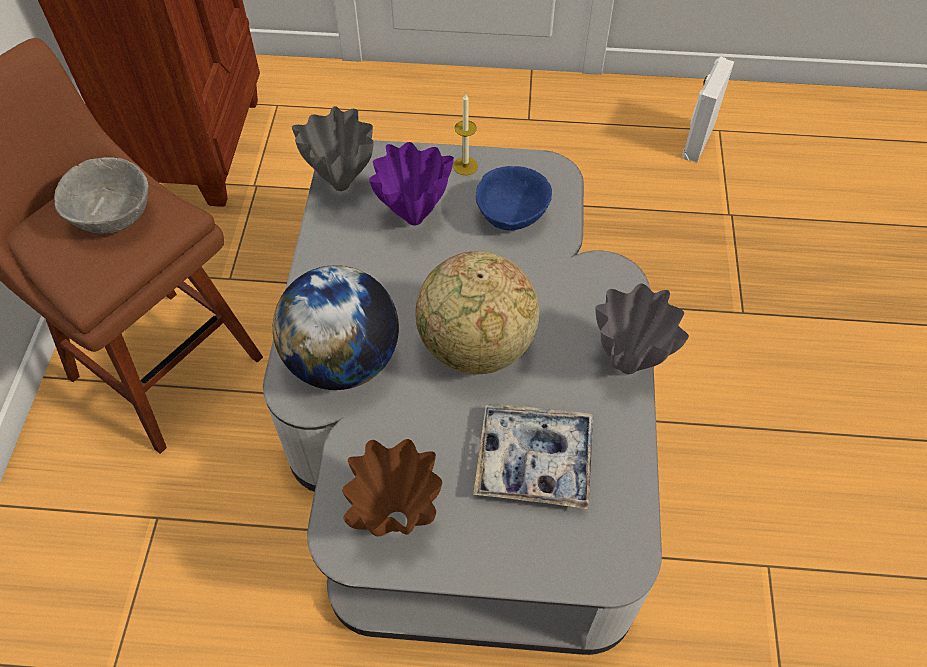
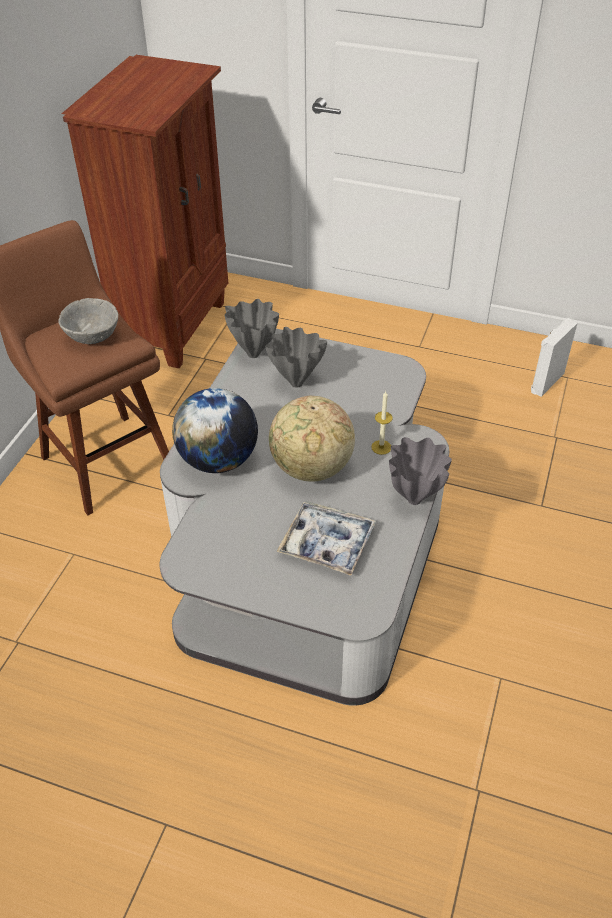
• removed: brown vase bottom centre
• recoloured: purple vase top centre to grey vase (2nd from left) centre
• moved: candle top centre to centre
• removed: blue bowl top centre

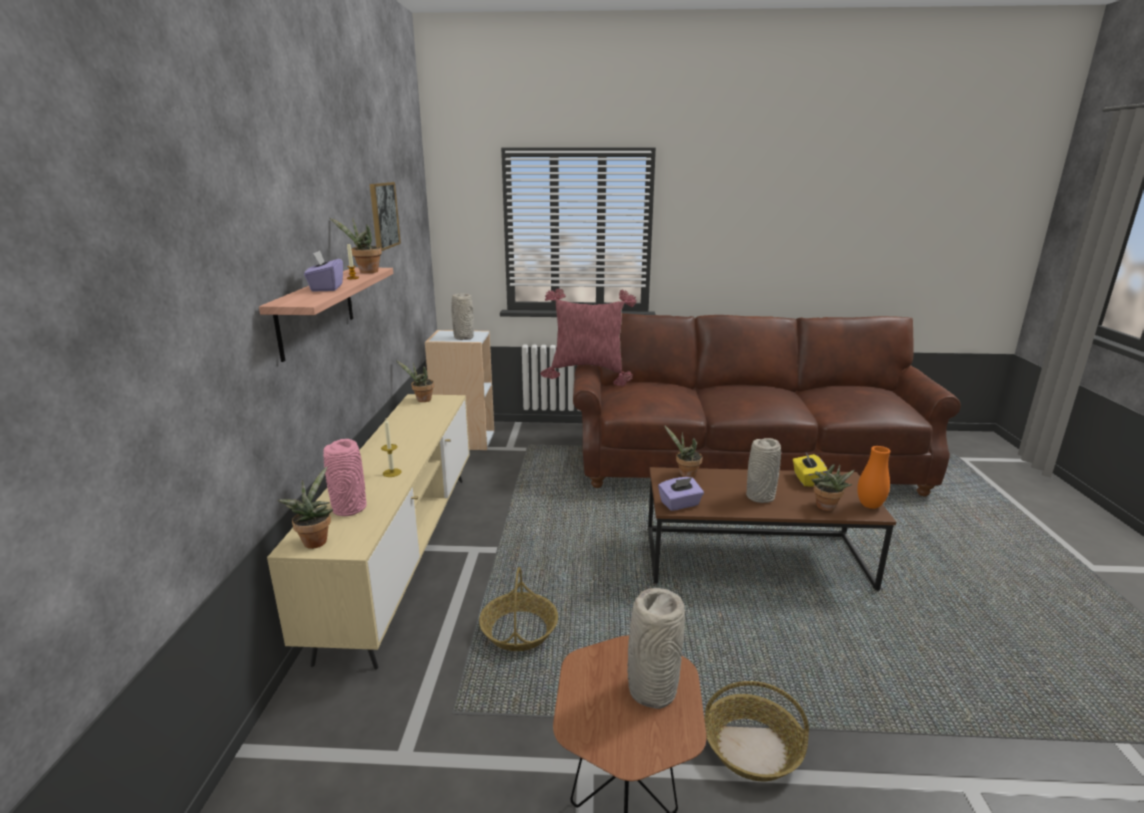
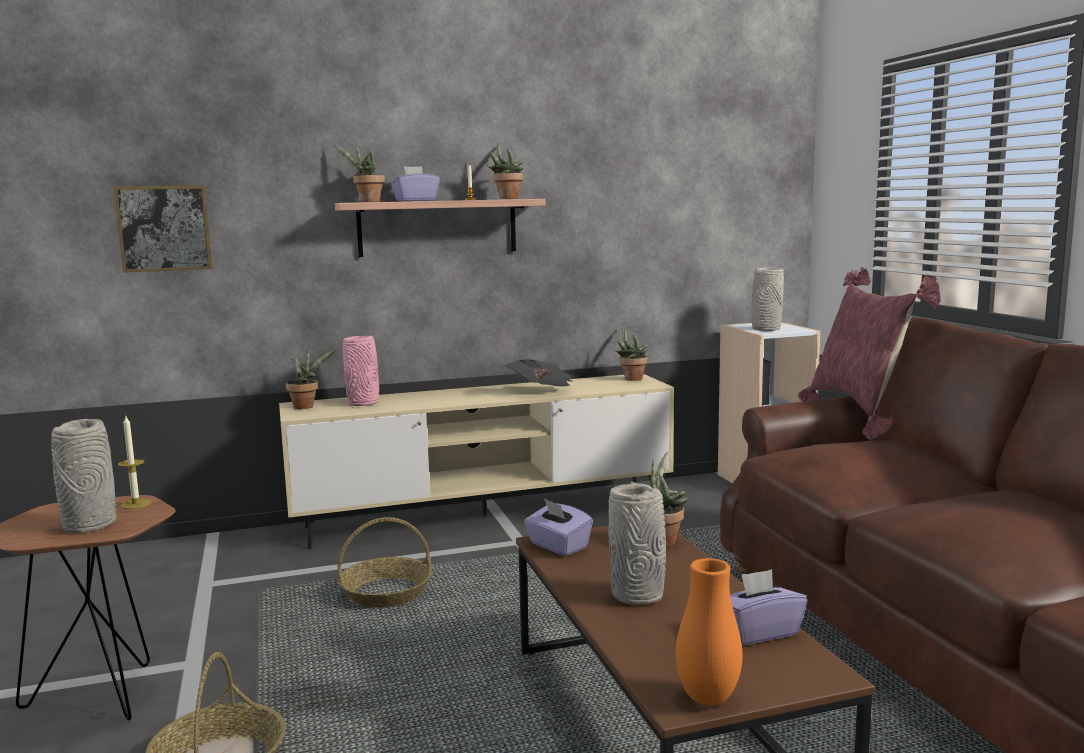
• moved: picture top centre to top left
• moved: candle (2nd from left in the first image) centre to candle (1st from left) middle left
• recoloured: yellow tissue box middle right to purple tissue box (3rd from left) bottom right
• moved: potted plant (5th from left in the first image) middle right to potted plant (2nd from left) top left
• added: newspaper centre

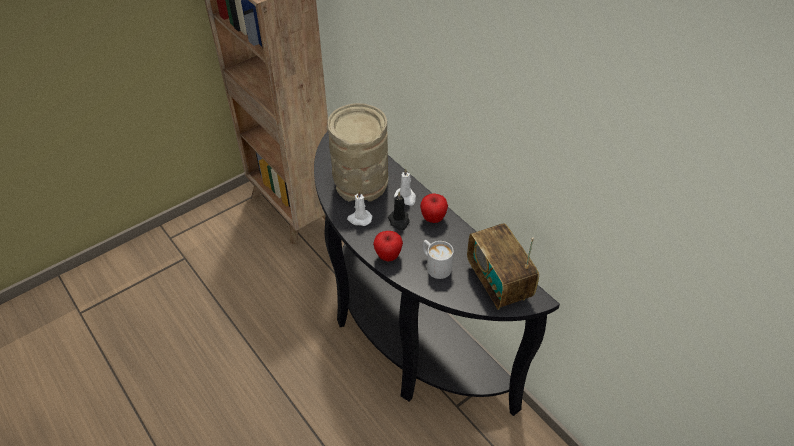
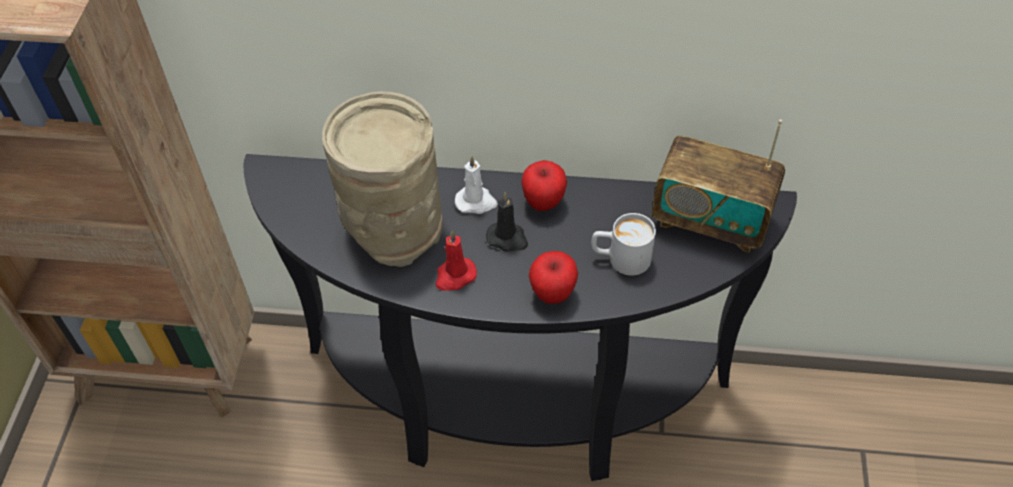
• recoloured: white candle (1st from left) centre to red candle centre

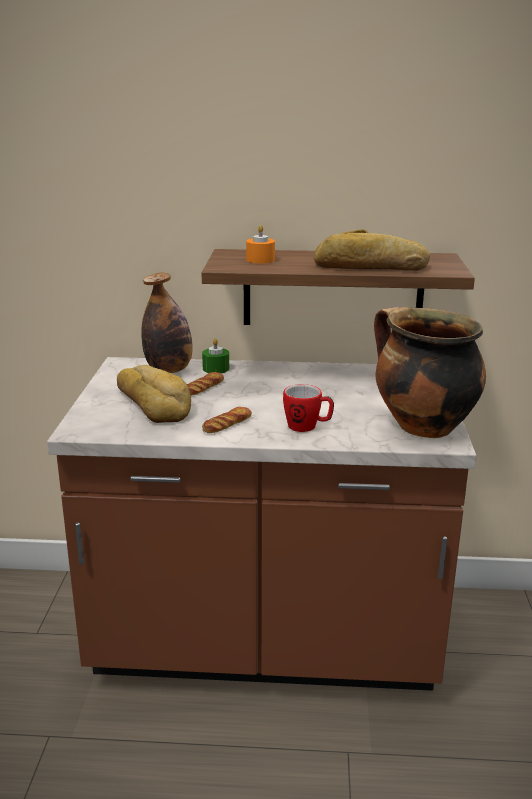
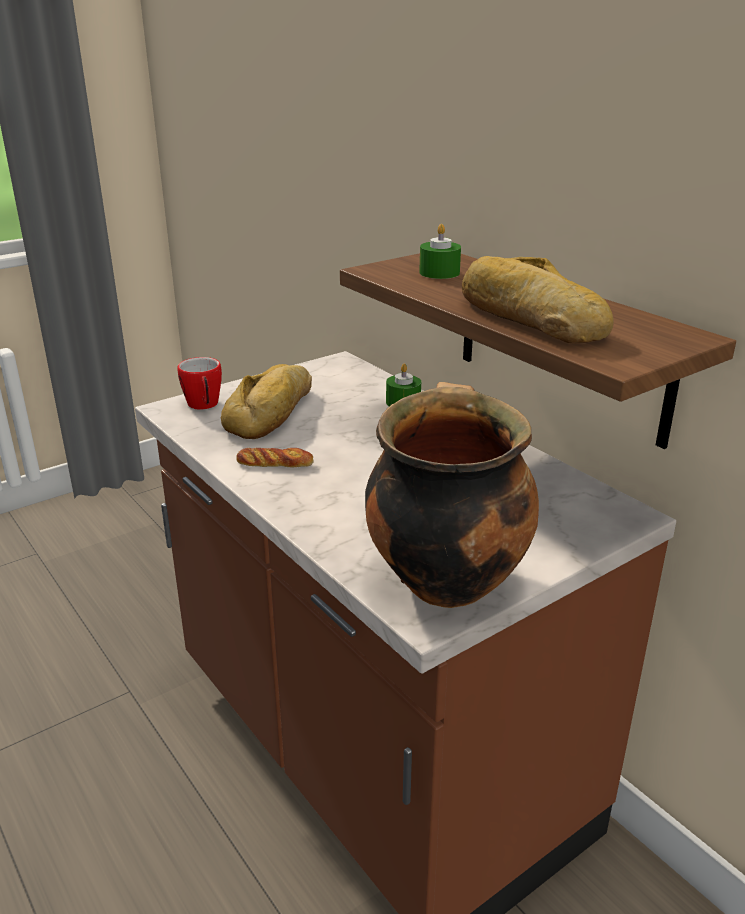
• removed: bottle middle left
• removed: bread (2nd from left) centre
• recoloured: orange candle top centre to green candle (2nd from left) top centre
• moved: mug centre to middle left

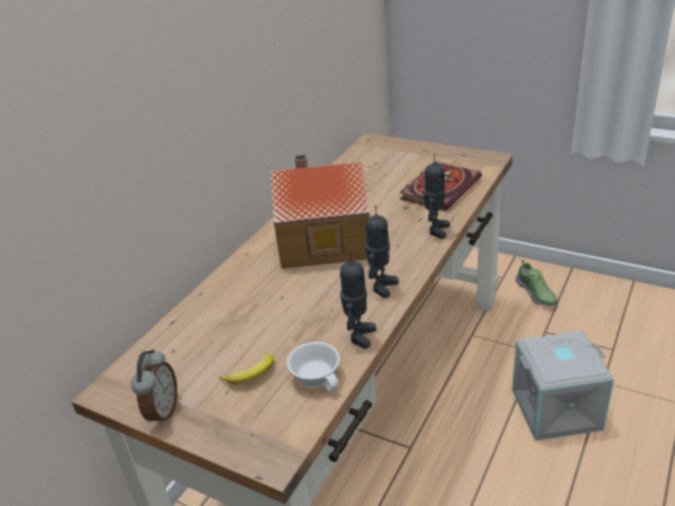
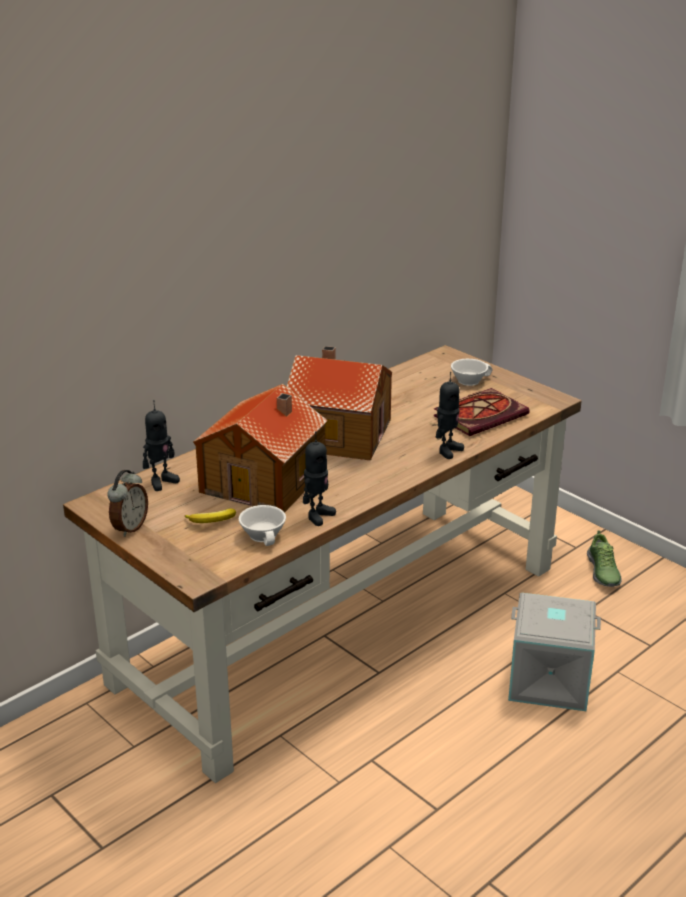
• moved: toy robot (2nd from left in the first image) centre to toy robot (1st from left) middle left
• added: toy house (1st from left) centre
• added: white cup (2nd from left) middle right

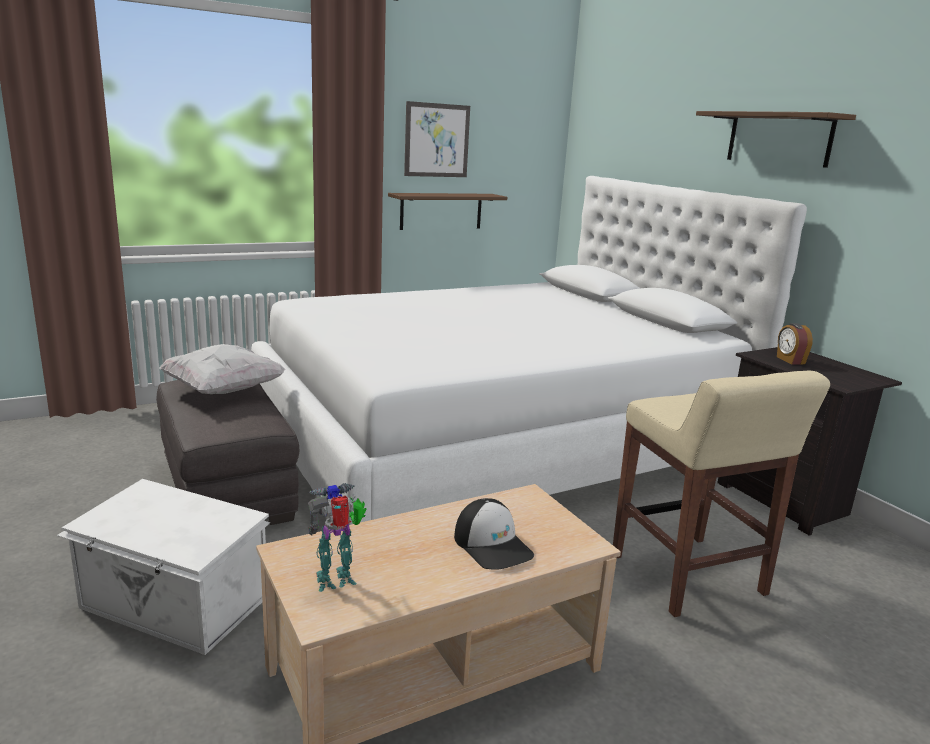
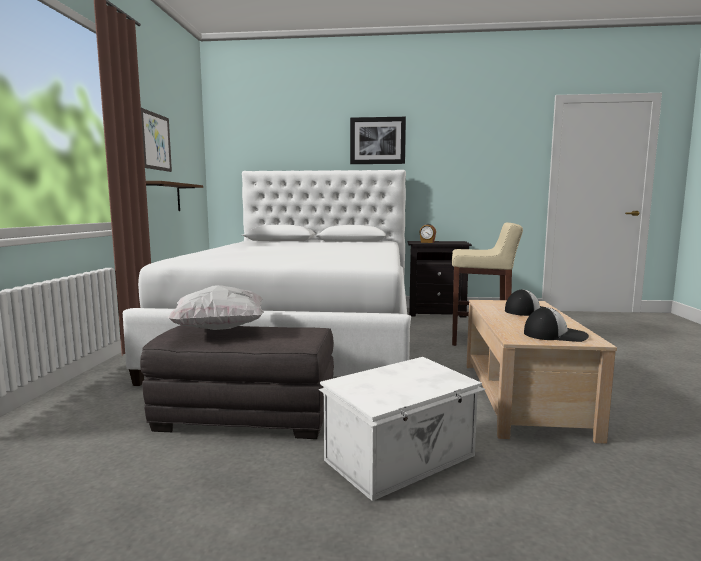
• replaced: toy robot bottom centre to cap (2nd from left) middle right
• replaced: brown shelf (2nd from left) top right to picture (2nd from left) top centre

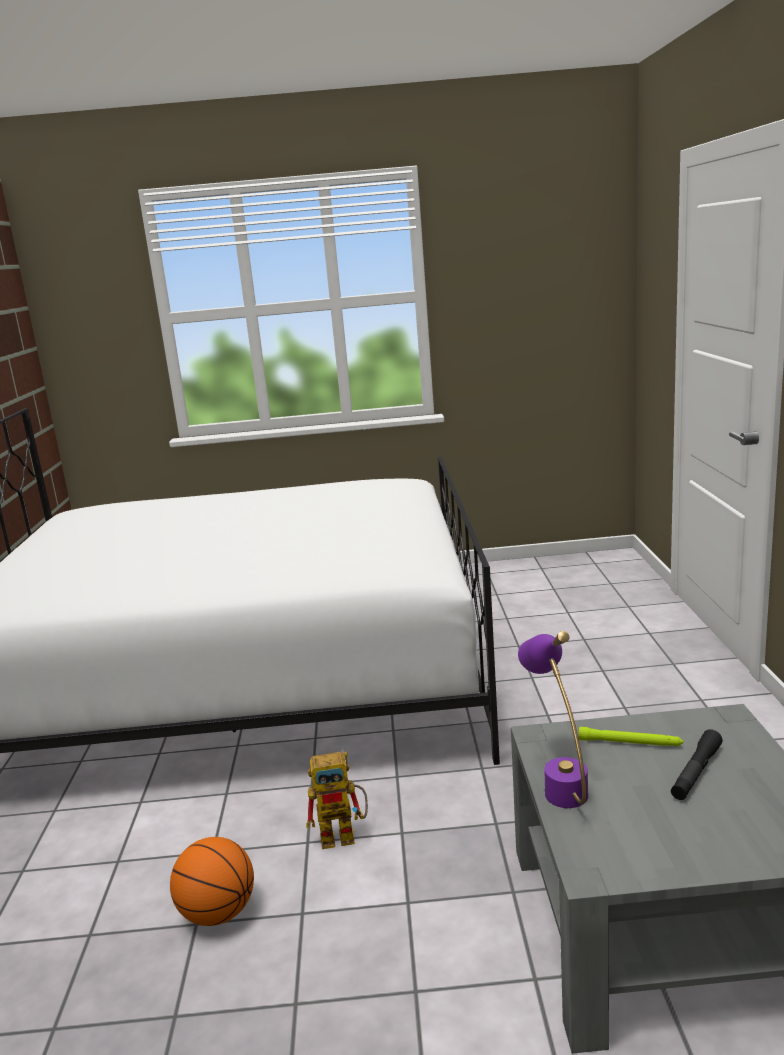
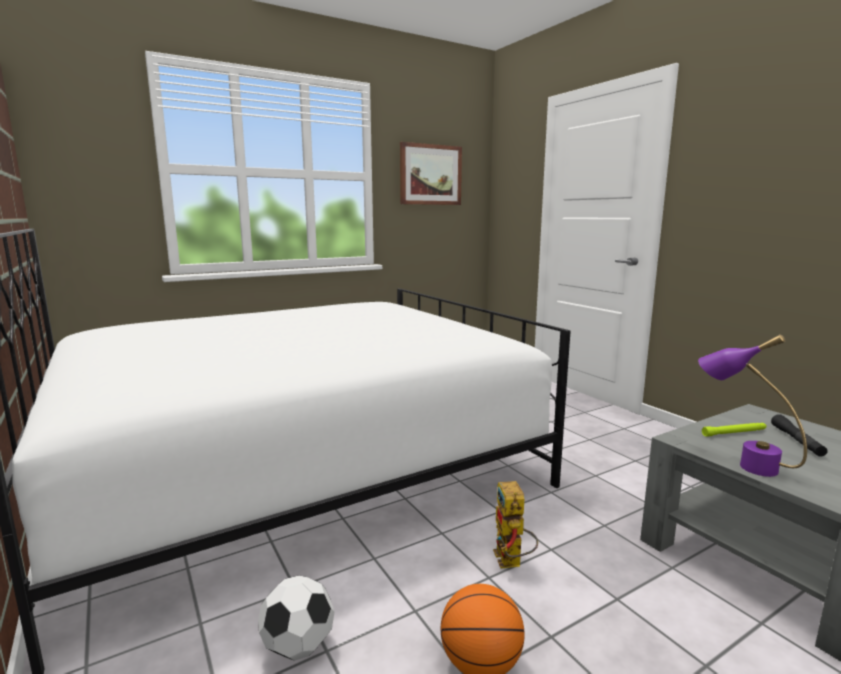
• turned: toy robot bottom centre = bottom centre 120 degrees clockwise
• added: football bottom centre
• added: picture top centre

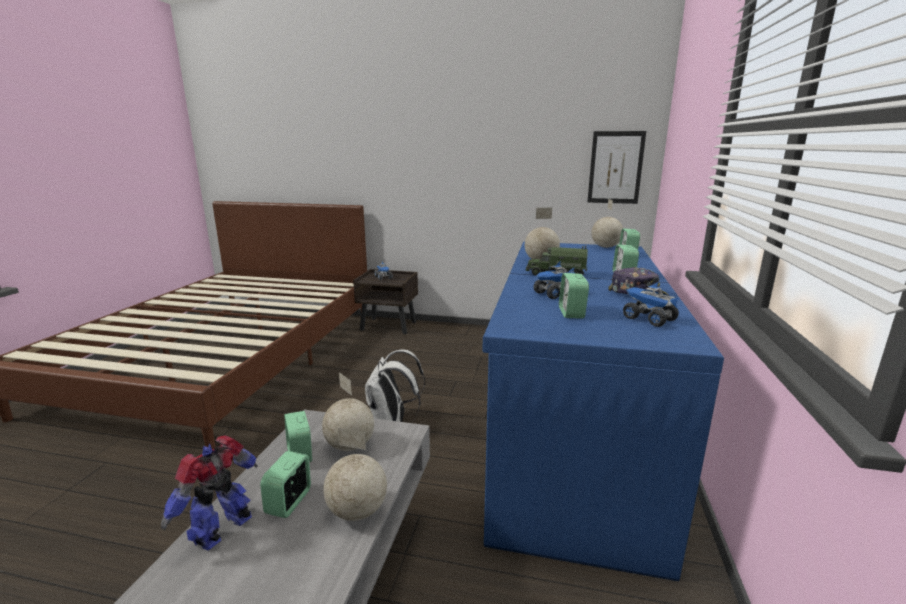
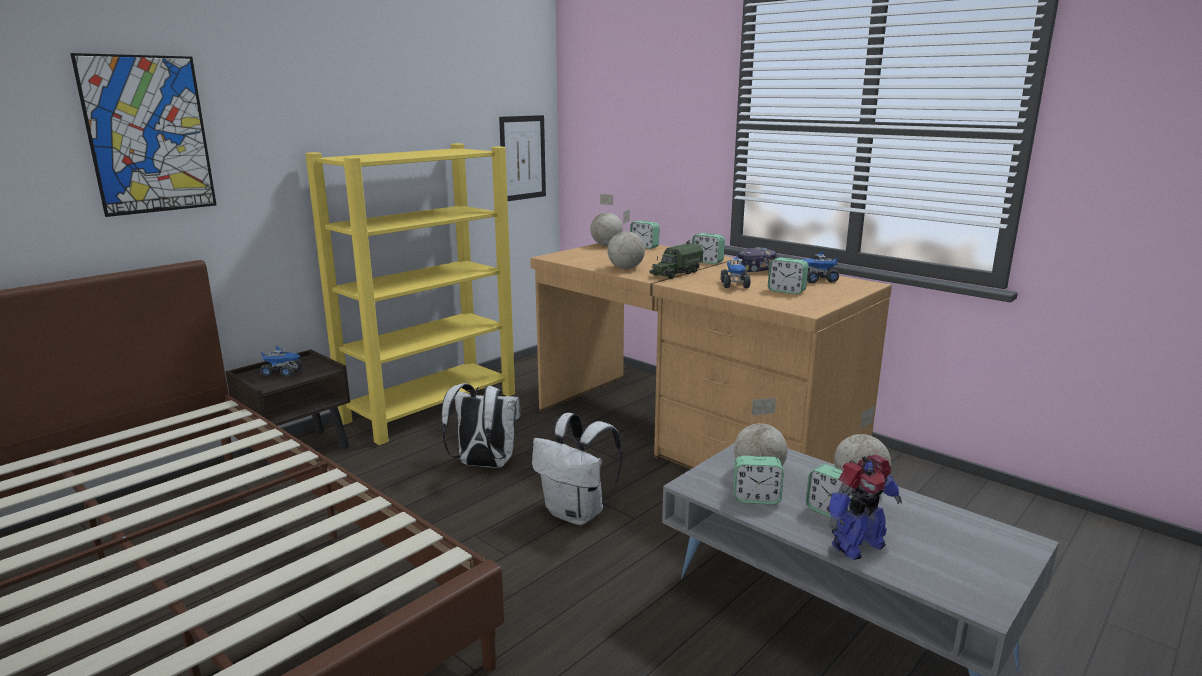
• turned: toy robot bottom left = bottom right 90 degrees counterclockwise
• recoloured: blue desk bottom centre to brown desk centre
• added: picture (1st from left) top left
• added: yellow bookcase centre
• added: white backpack (1st from left) centre

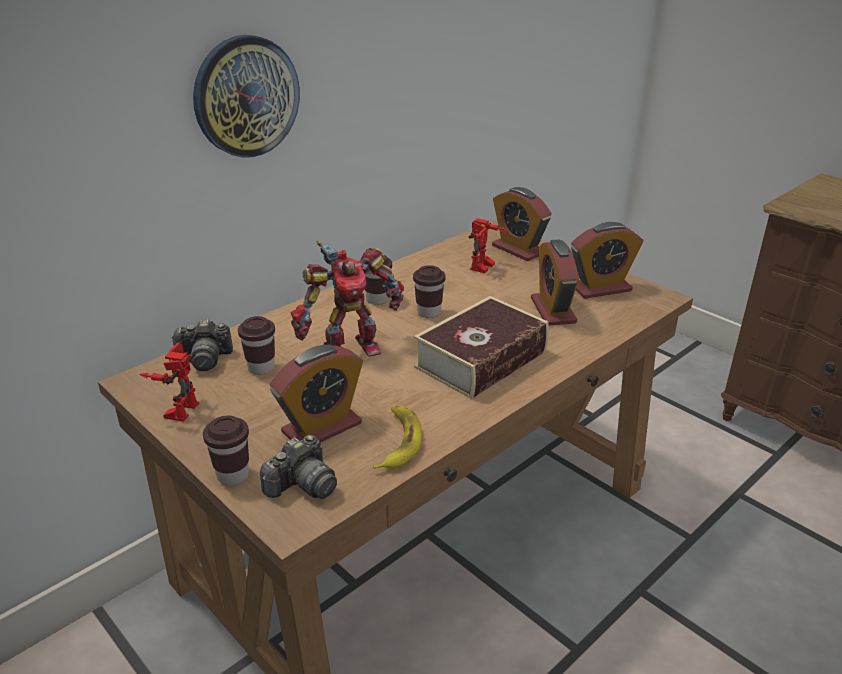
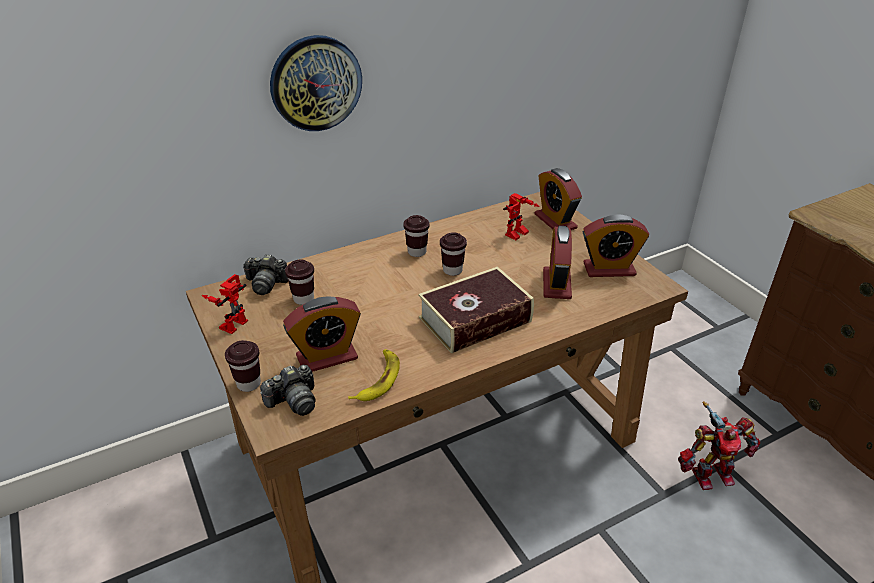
• moved: toy robot (2nd from left in the first image) centre to toy robot (3rd from left) bottom right

